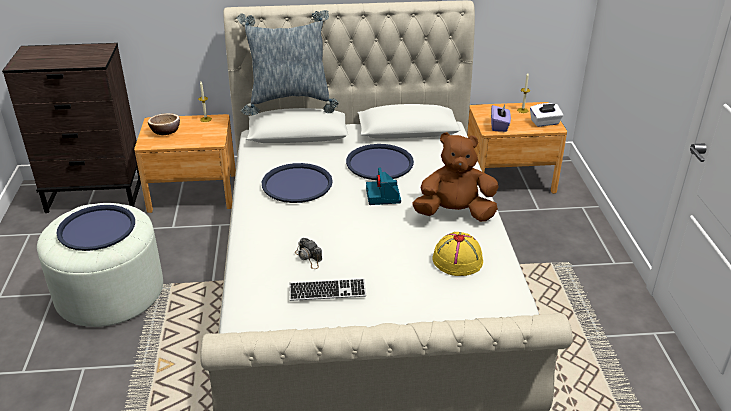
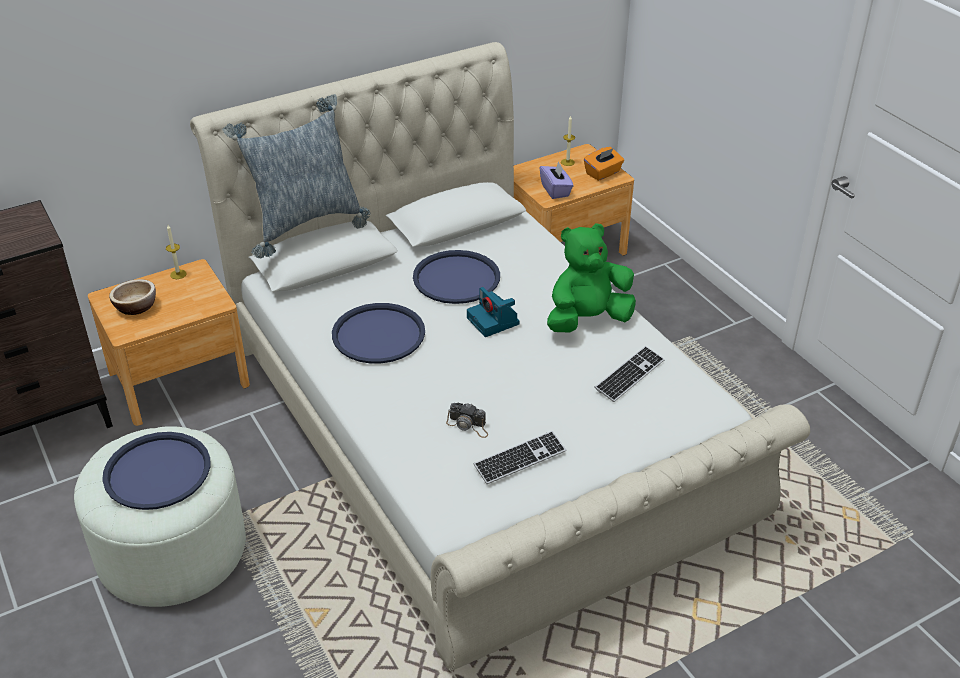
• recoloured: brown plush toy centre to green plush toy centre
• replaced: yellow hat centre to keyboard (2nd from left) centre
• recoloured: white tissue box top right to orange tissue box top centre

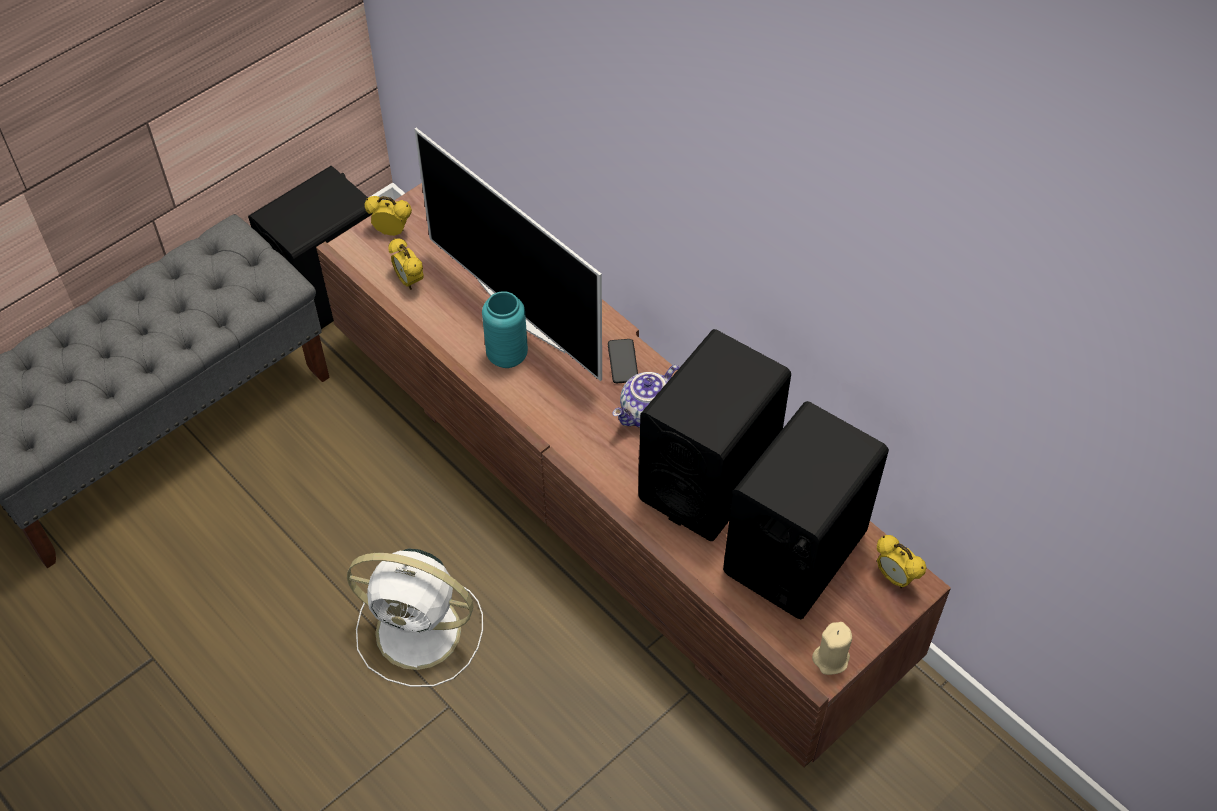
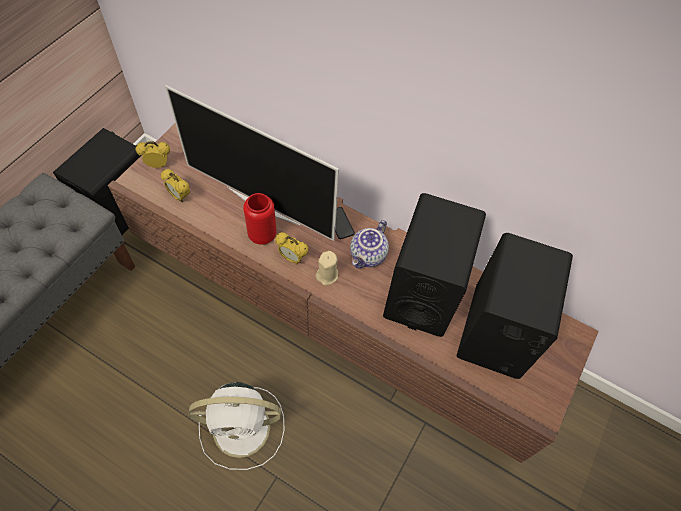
• recoloured: turquoise vase centre to red vase centre
• moved: beige candle bottom right to centre
• moved: alarm clock (3rd from left) bottom right to centre

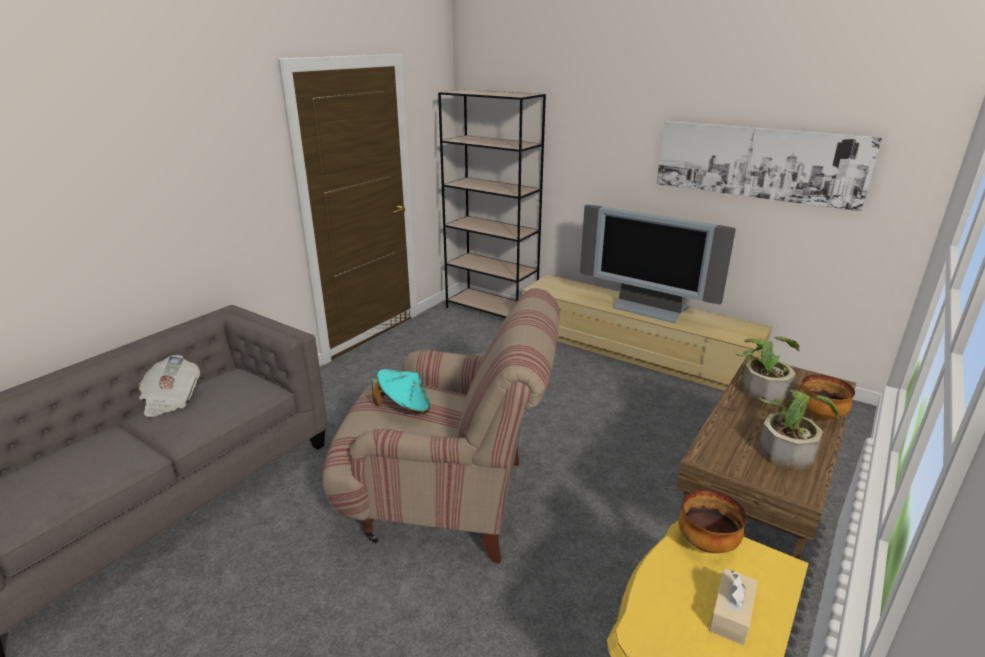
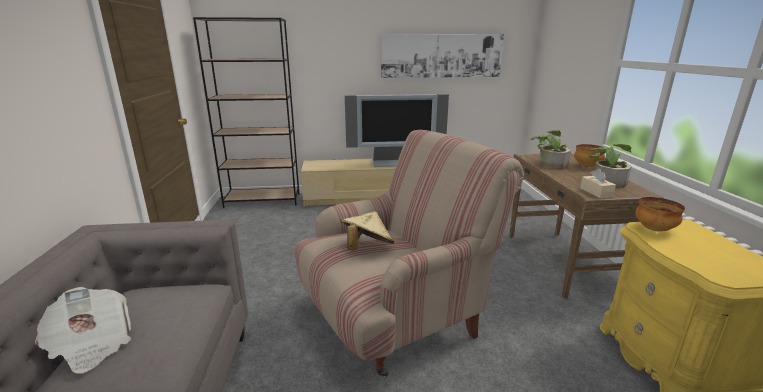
• recoloured: turquoise hat centre to beige hat centre
• moved: beige tissue box bottom right to middle right

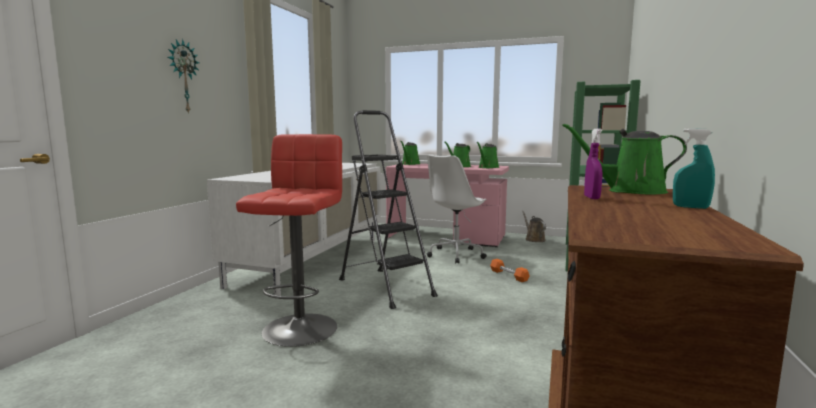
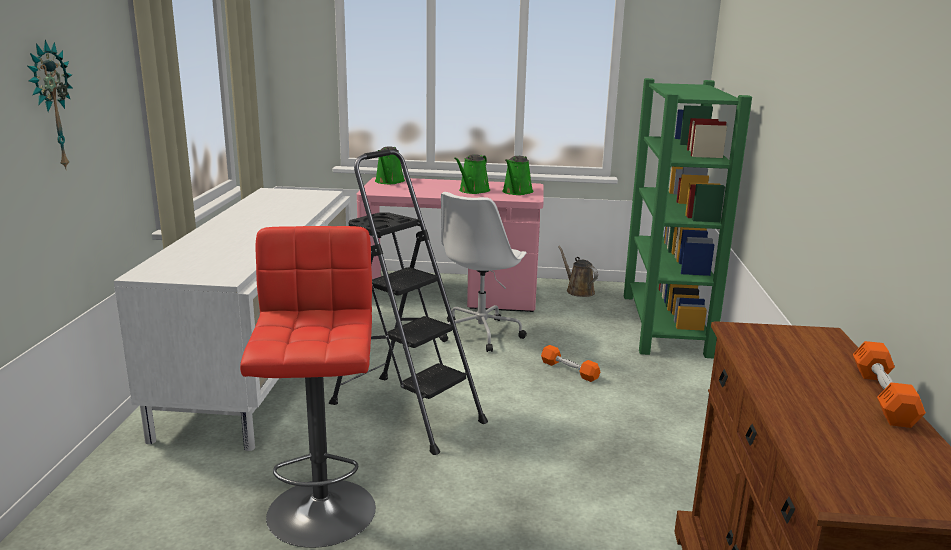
• removed: green watering can (4th from left) middle right
• removed: purple spray bottle middle right
• replaced: turquoise spray bottle middle right to orange dumbbell (2nd from left) bottom right

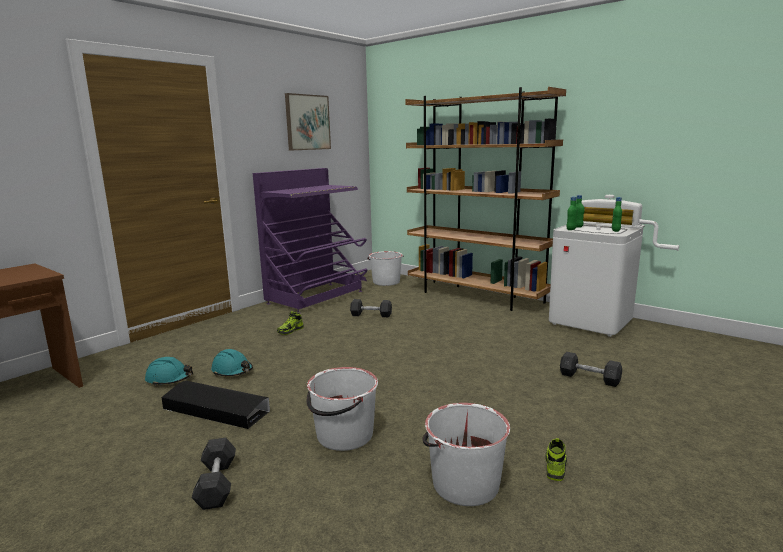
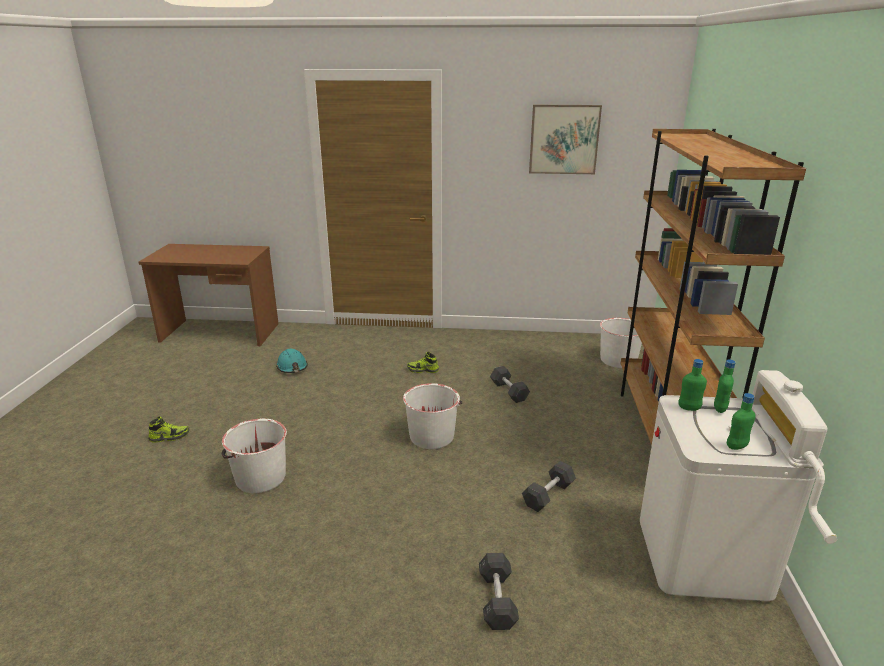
• removed: black storage box bottom left
• moved: grey dumbbell (1st from left in the first image) bottom left to grey dumbbell (3rd from left) bottom centre
• removed: turquoise hard hat (2nd from left) middle left
• removed: purple shoe rack centre
• moved: white bucket (3rd from left in the first image) bottom centre to white bucket (2nd from left) centre
• moved: shoe (2nd from left in the first image) bottom right to shoe (1st from left) middle left

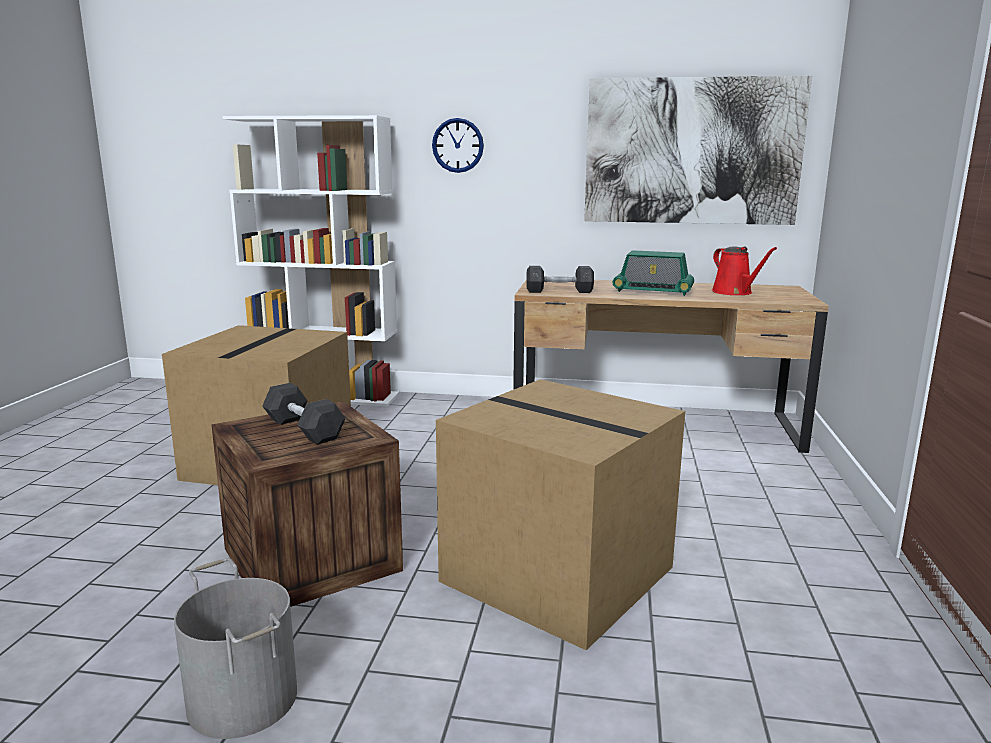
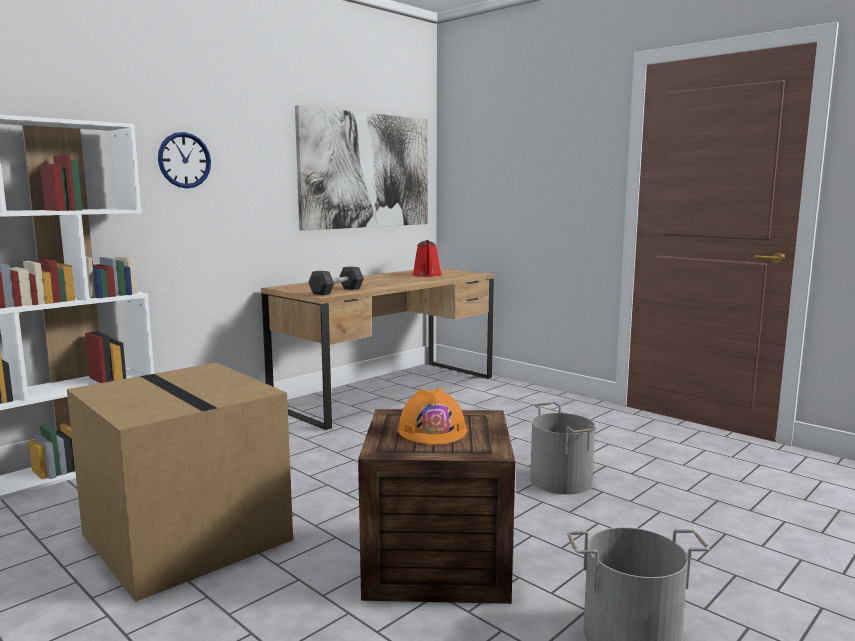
• replaced: grey dumbbell (1st from left) middle left to orange hard hat centre
• replaced: cardboard box (2nd from left) bottom centre to grey bucket (1st from left) bottom centre
• removed: radio centre
• turned: red watering can middle right = centre 75 degrees clockwise

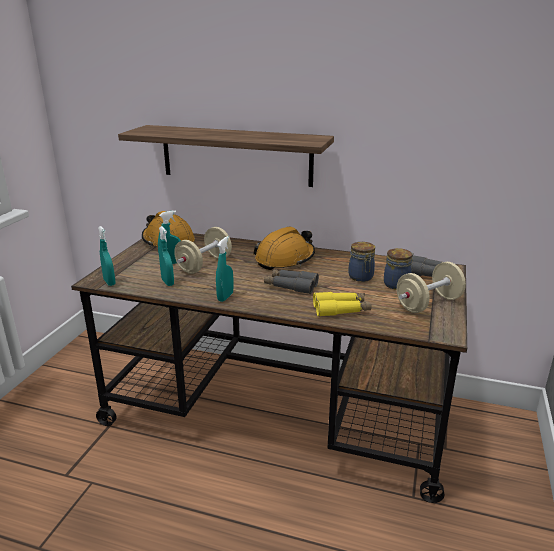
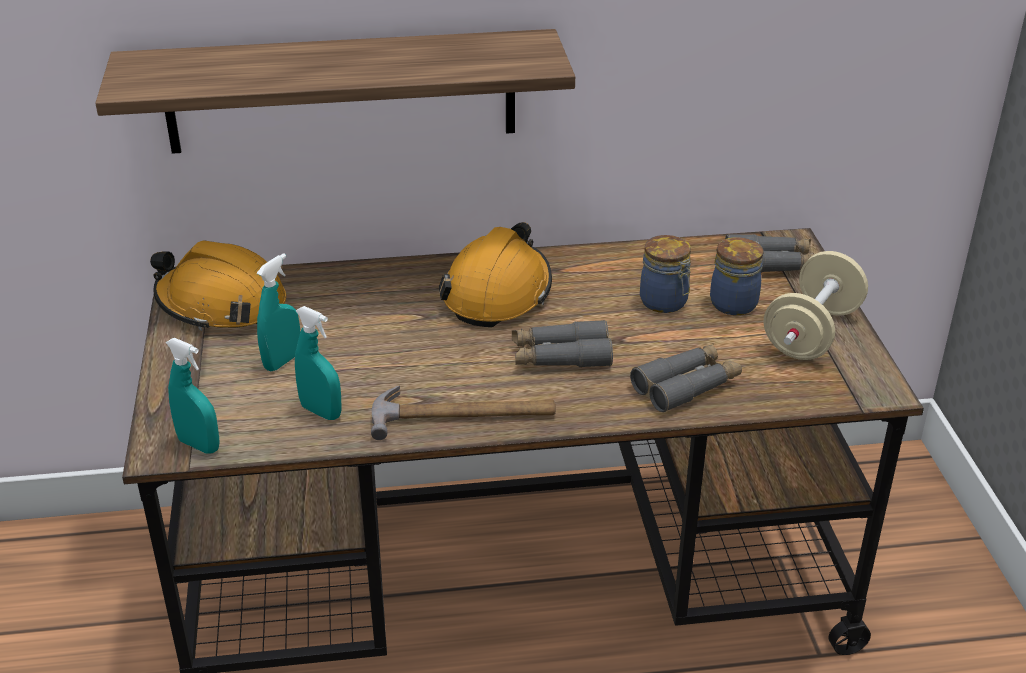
• removed: beige dumbbell (1st from left) centre
• replaced: turquoise spray bottle (4th from left) centre to hammer centre
• recoloured: yellow binoculars centre to grey binoculars (2nd from left) middle right

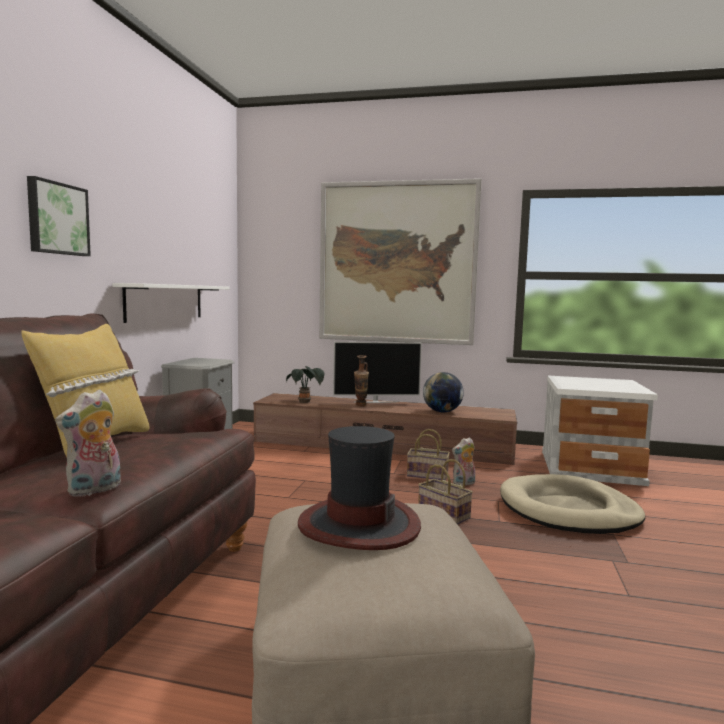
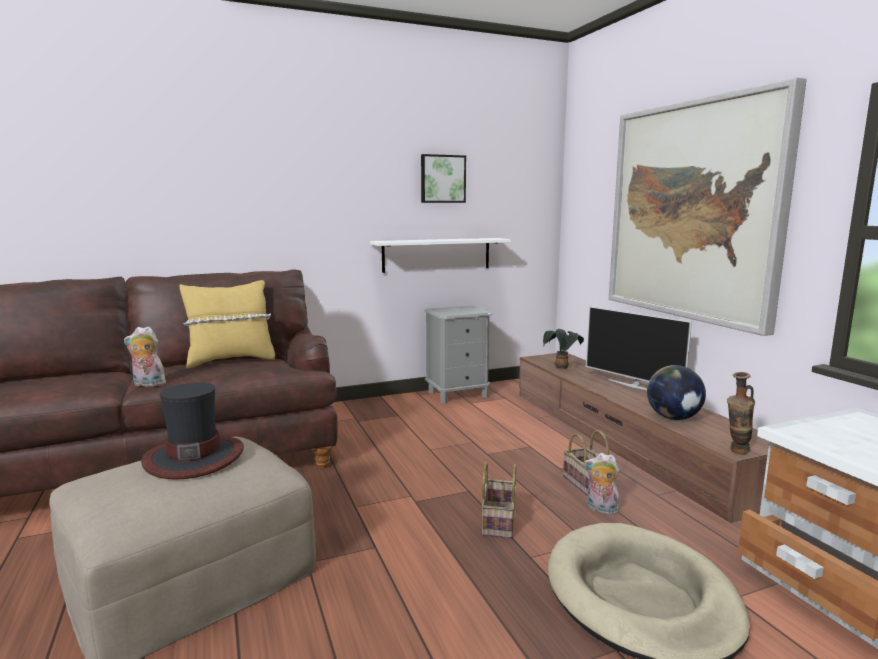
• moved: picture (1st from left) top left to top centre
• moved: vase centre to middle right

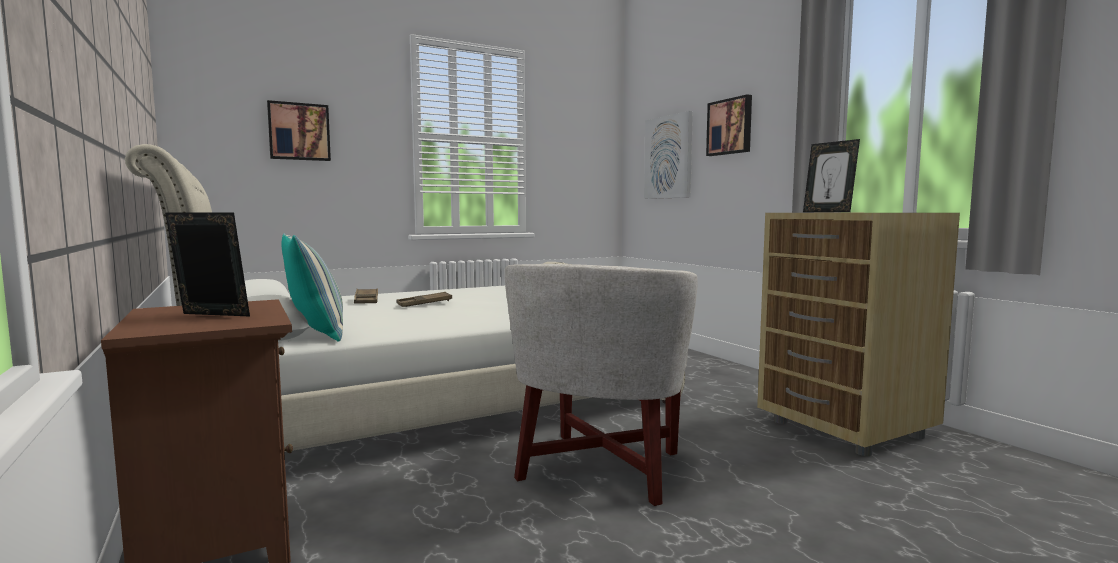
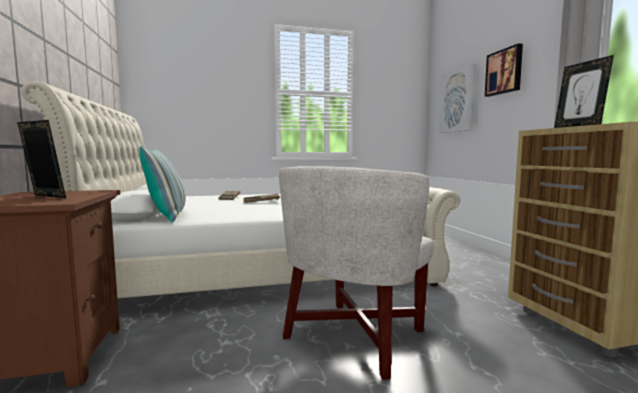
• removed: picture (1st from left) top left

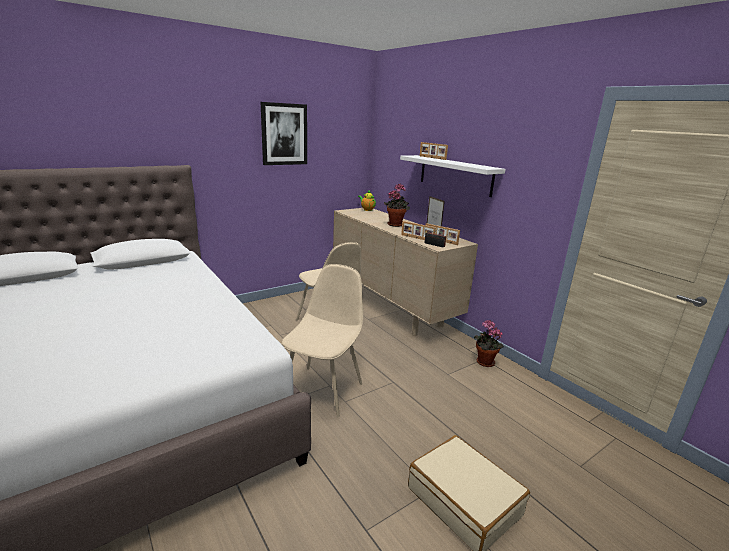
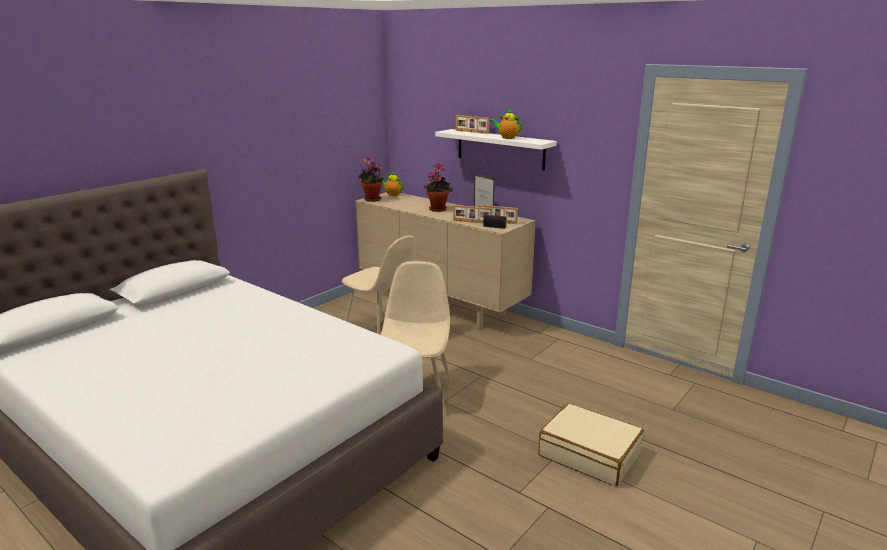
• removed: picture top centre
• moved: potted plant (2nd from left in the first image) middle right to potted plant (1st from left) top centre
• added: teapot (2nd from left) top centre

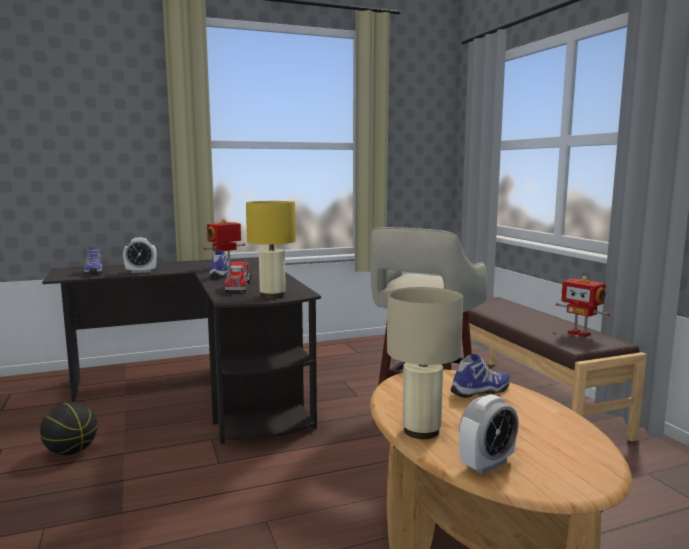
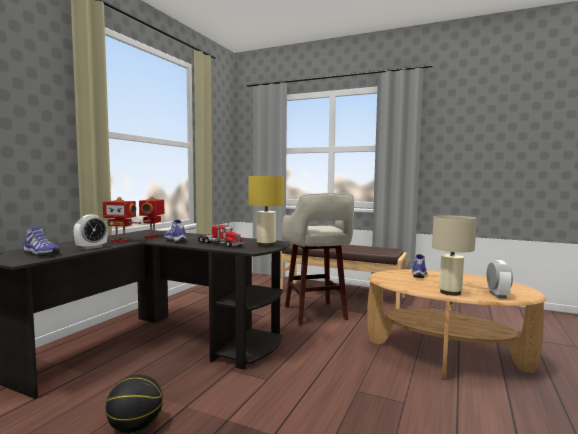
• moved: toy robot (2nd from left in the first image) middle right to toy robot (1st from left) middle left

